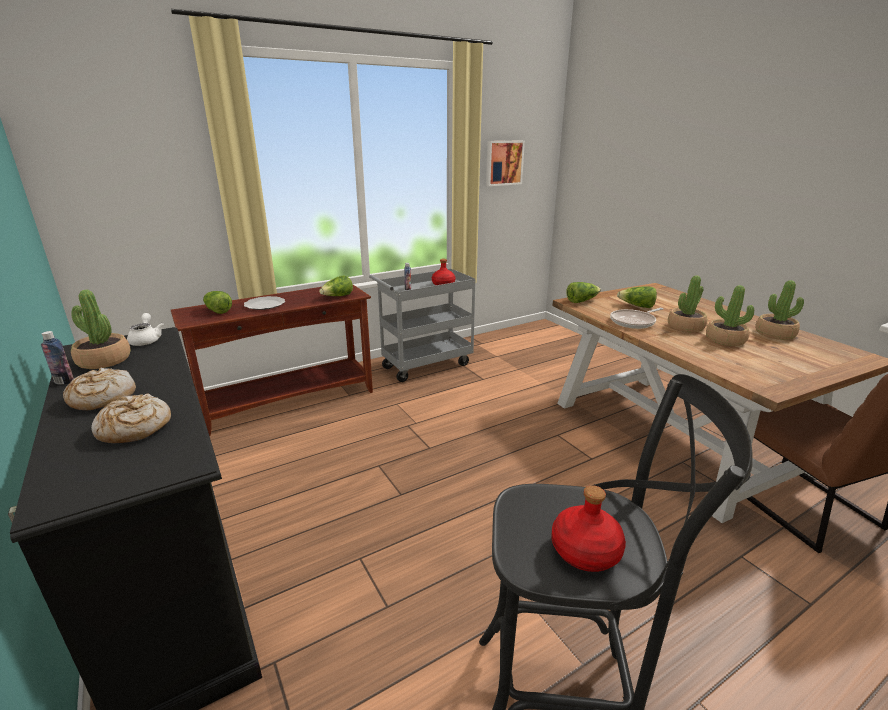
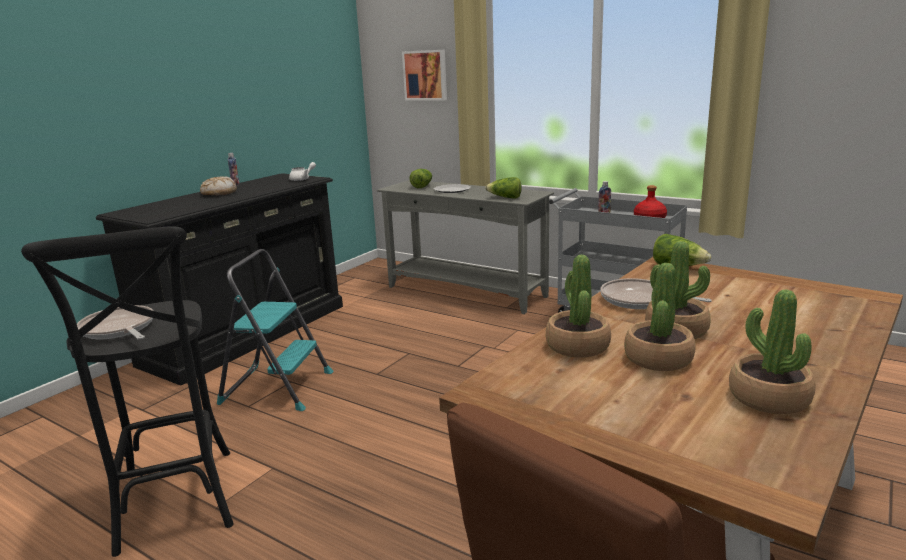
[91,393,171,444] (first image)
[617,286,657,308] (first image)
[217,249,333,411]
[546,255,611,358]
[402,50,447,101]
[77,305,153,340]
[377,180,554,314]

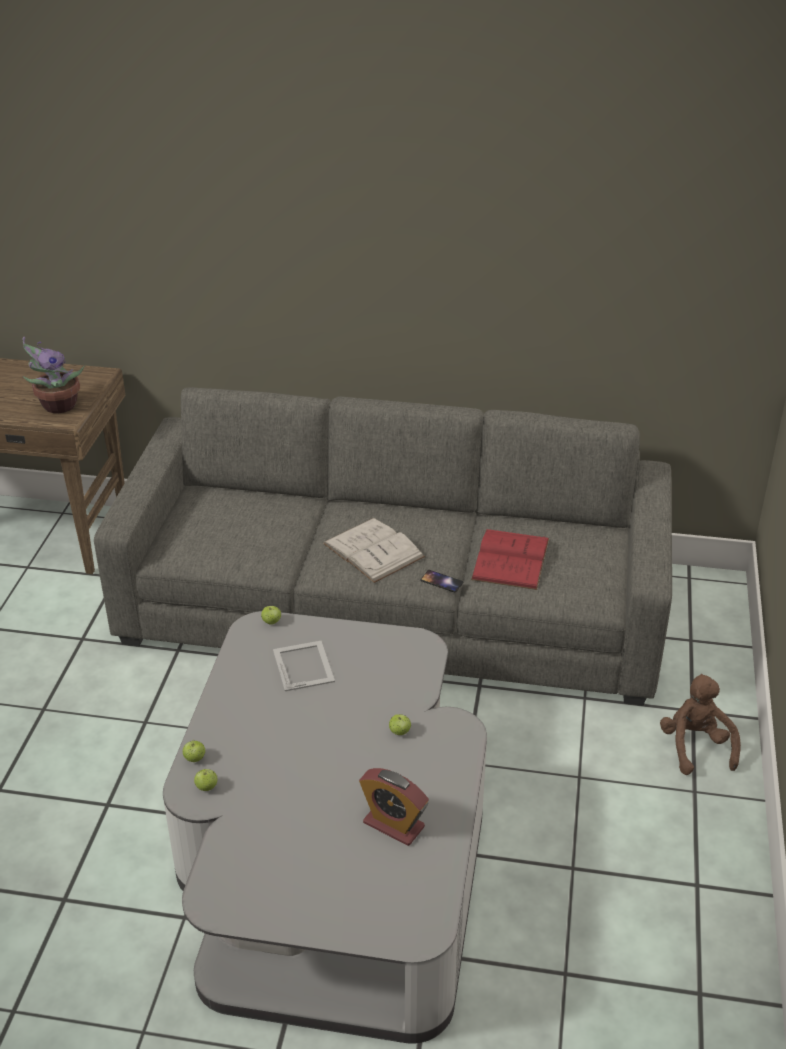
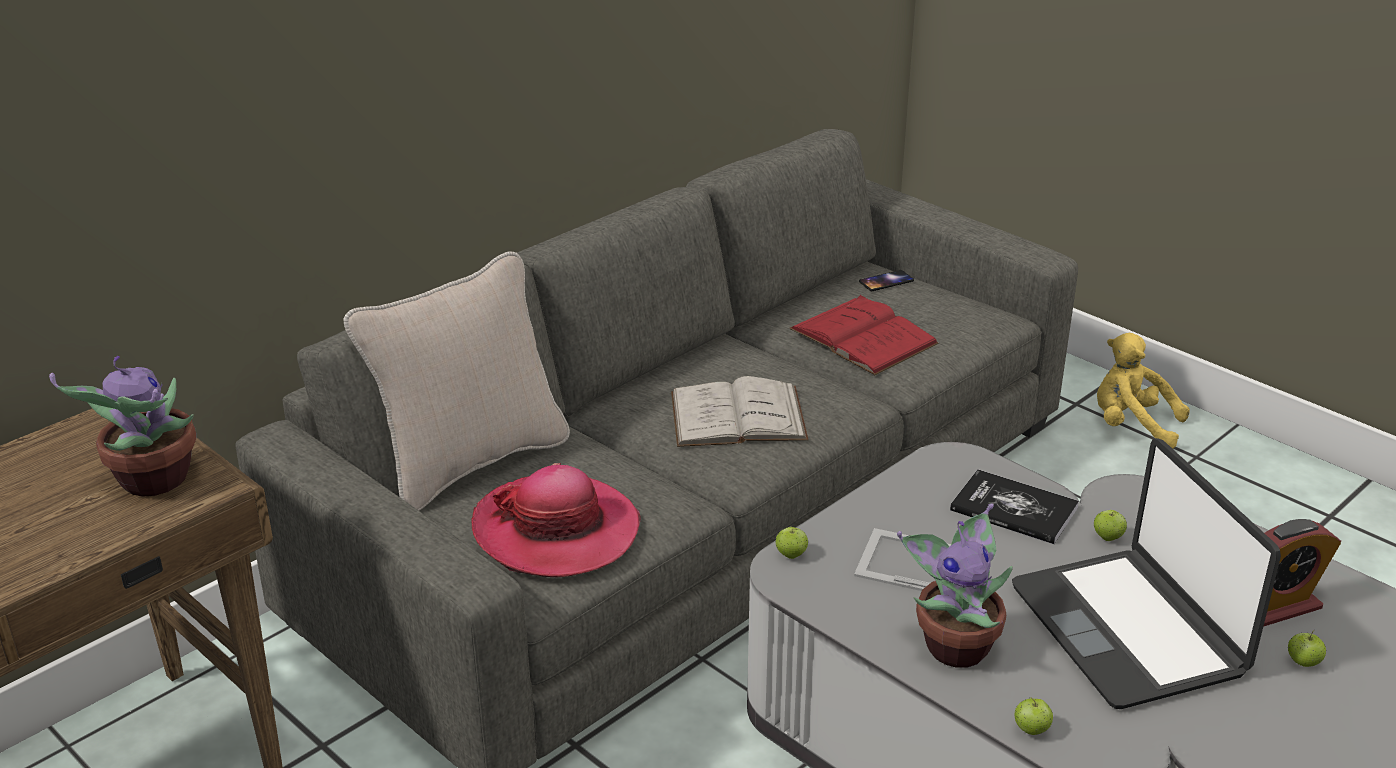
[343,252,570,511]
[471,463,641,577]
[897,503,1013,668]
[950,469,1079,544]
[1012,438,1281,709]
[1288,630,1326,667]
[859,270,914,291]
[1097,333,1190,449]

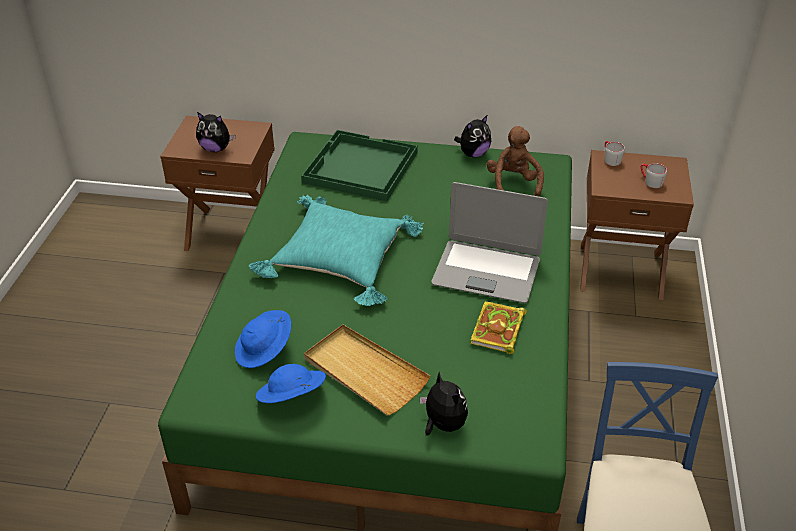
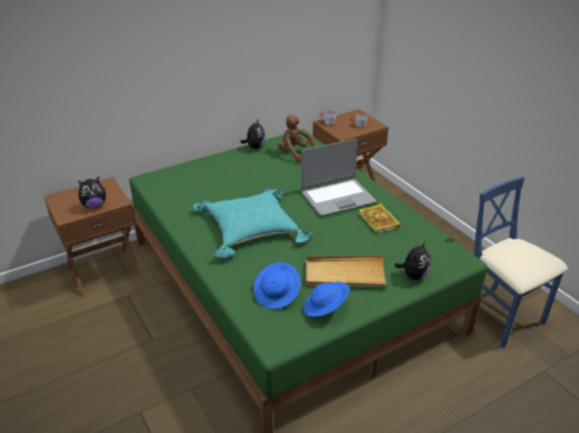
[301,130,418,201] (first image)
[395,241,431,280]

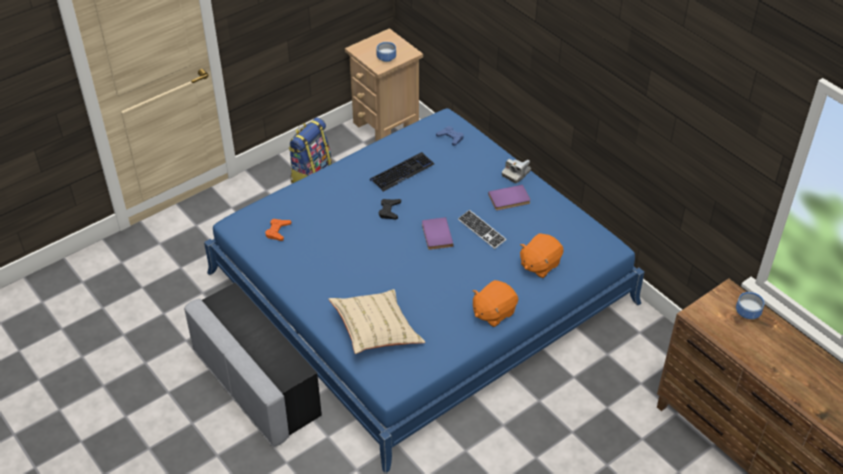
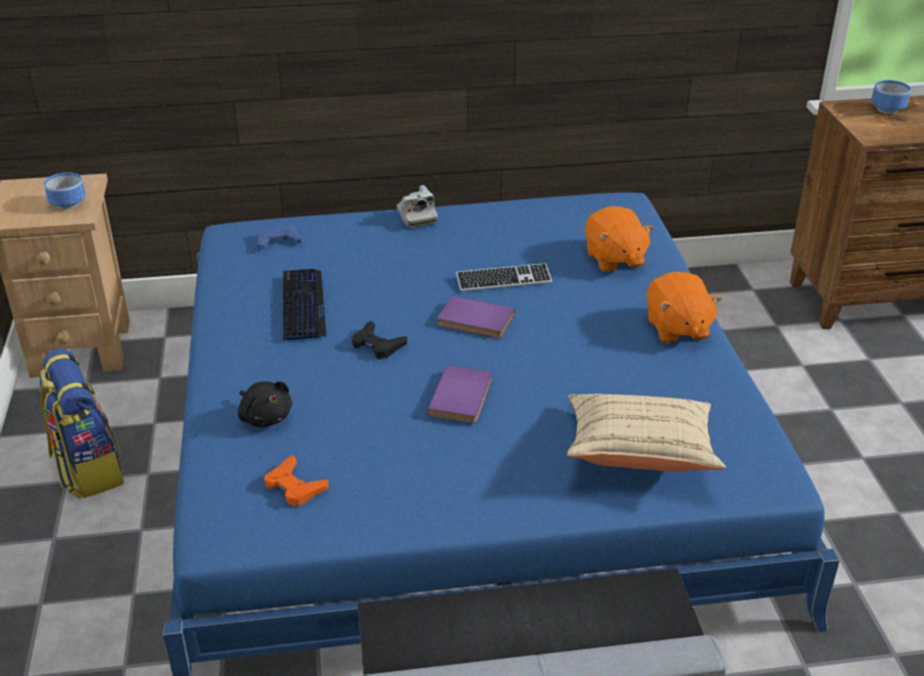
[238,381,292,427]
[427,365,492,423]

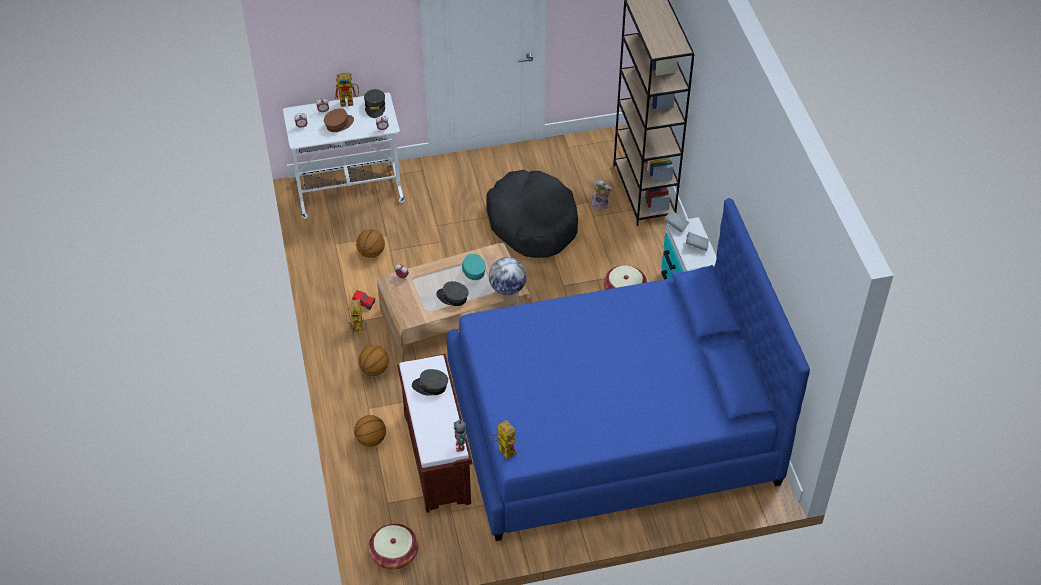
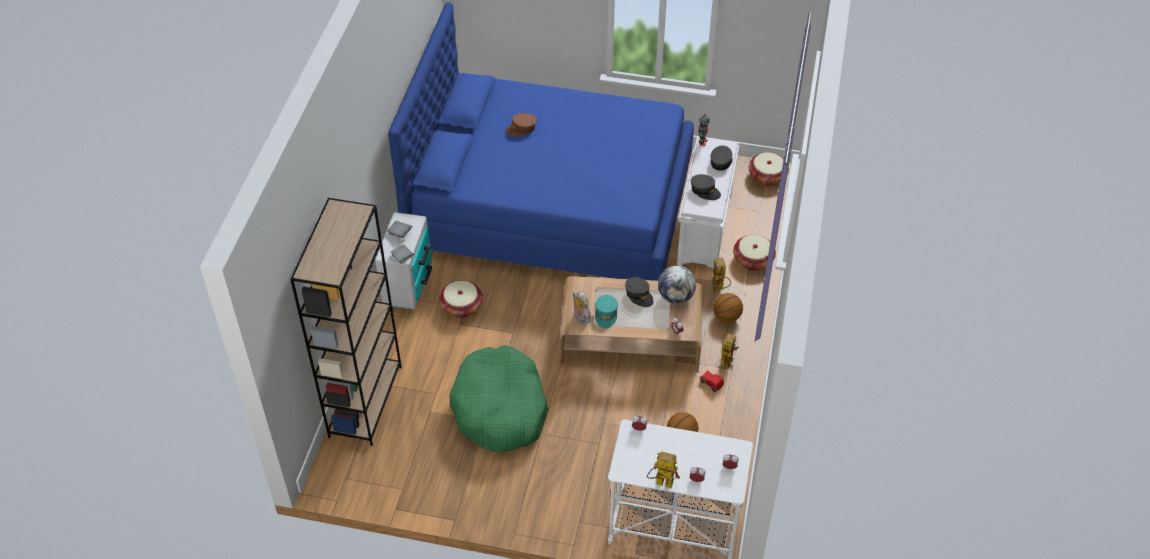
[505,113,537,136]
[711,145,733,171]
[658,266,696,304]
[711,258,731,291]
[573,291,593,325]
[733,235,776,271]
[677,136,739,268]
[450,345,548,453]

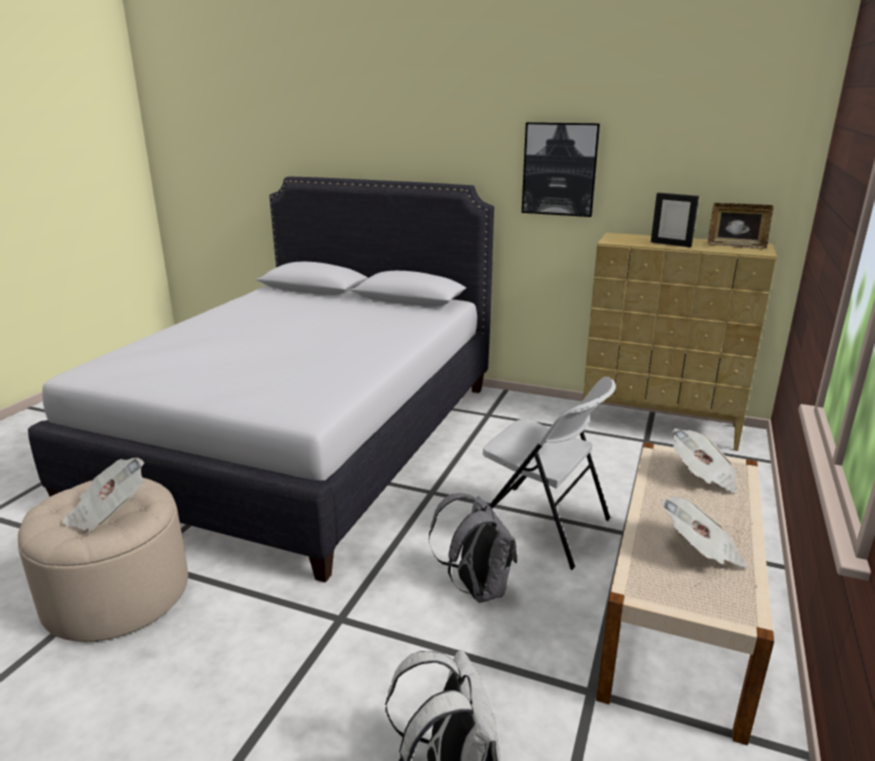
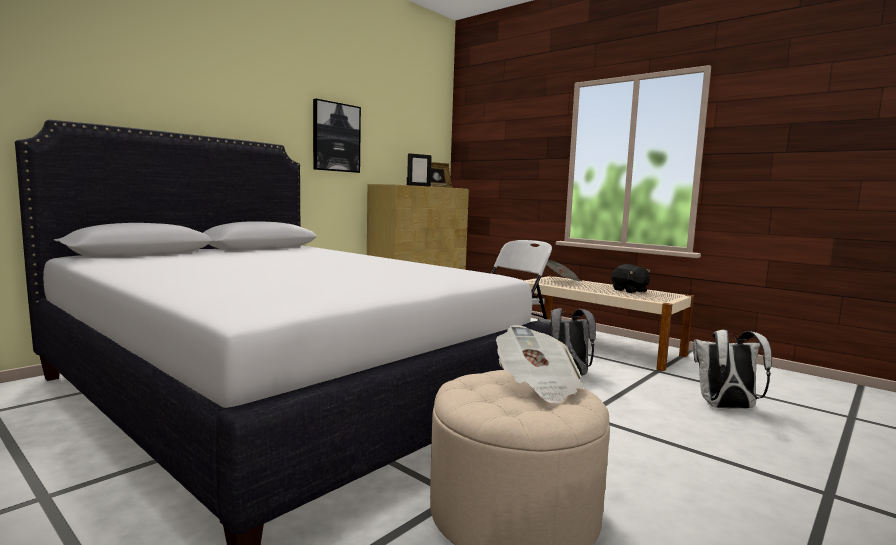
[611,264,650,294]

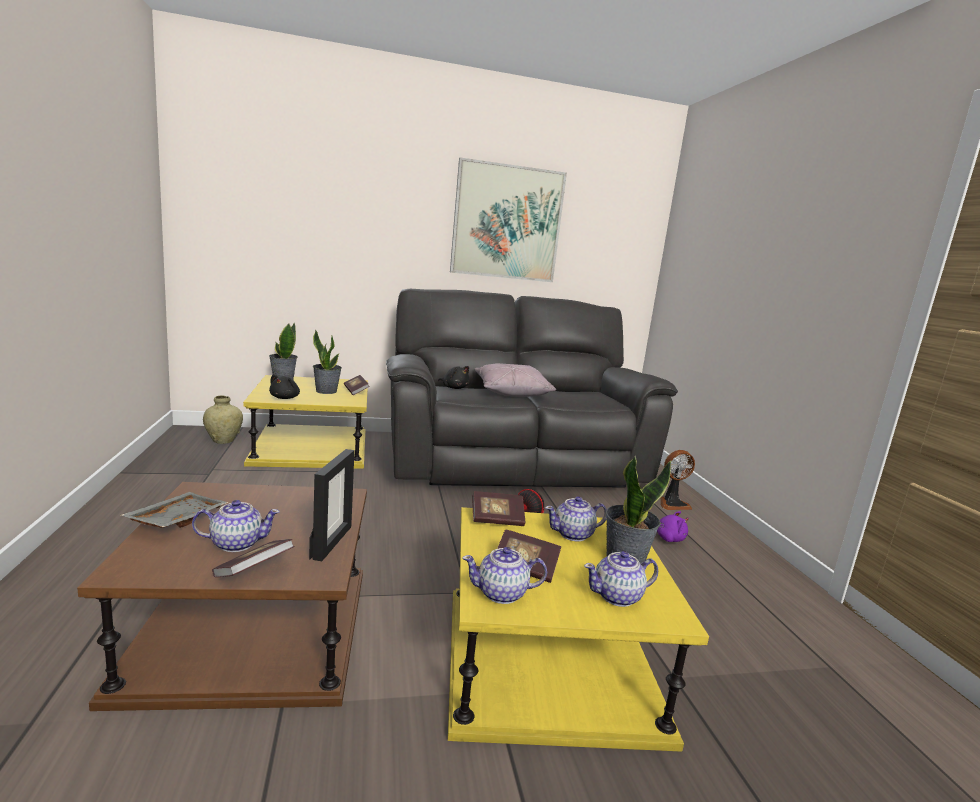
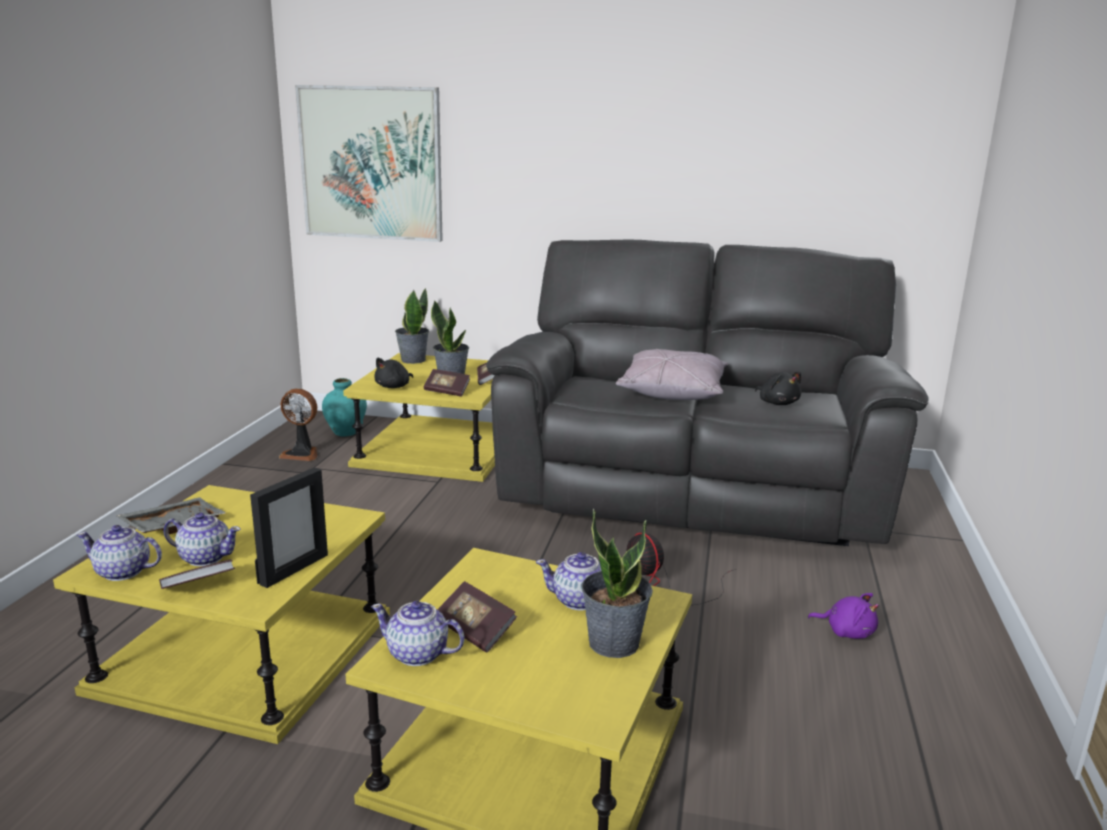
[755,372,802,405]
[295,85,443,242]
[424,369,470,397]
[77,525,162,581]
[279,388,317,461]
[53,485,390,744]
[322,378,367,437]

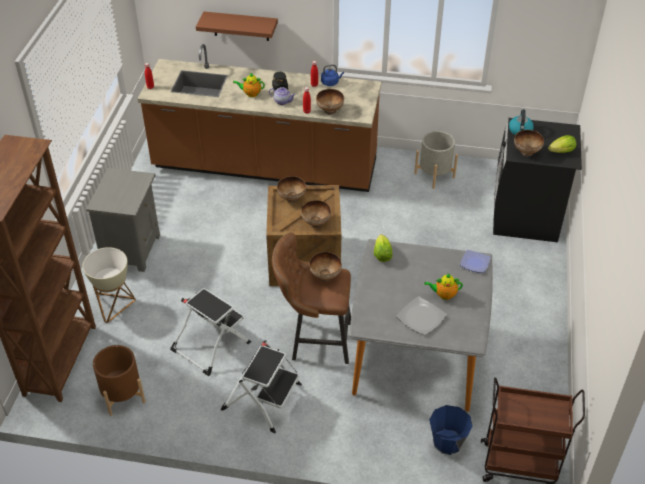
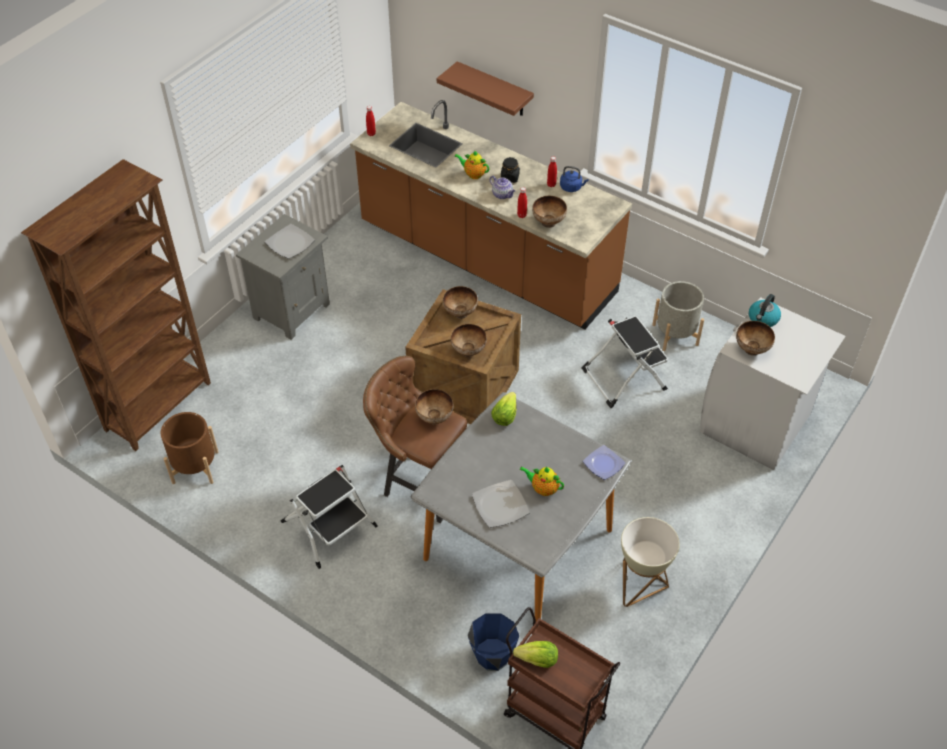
[265,224,315,259]
[621,517,680,607]
[581,316,668,408]
[513,641,558,668]
[700,297,846,470]

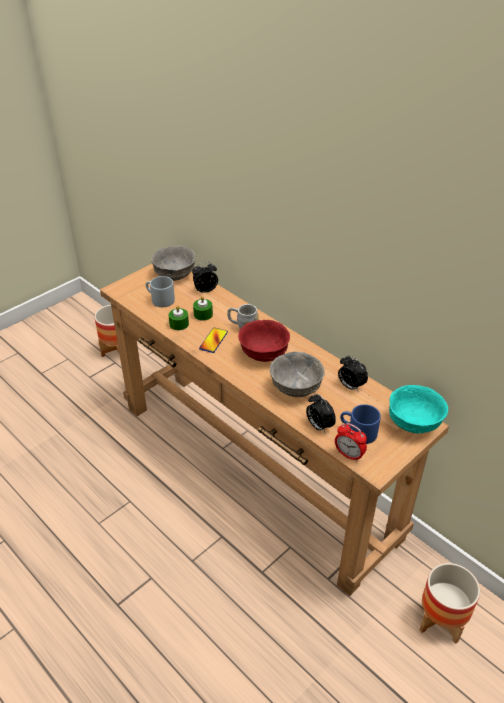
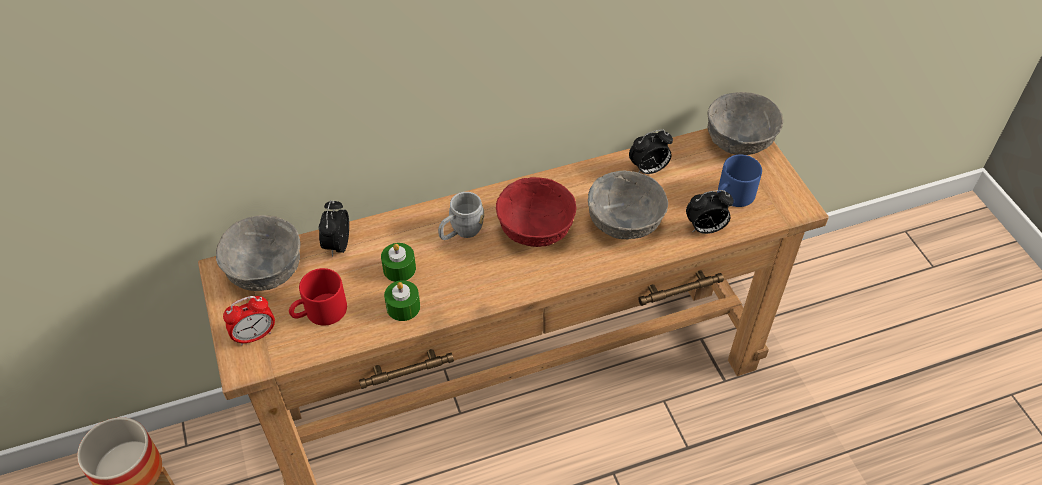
[199,328,228,353] (first image)
[420,563,480,644] (first image)
[223,296,275,346]
[289,268,347,325]
[707,92,783,155]

